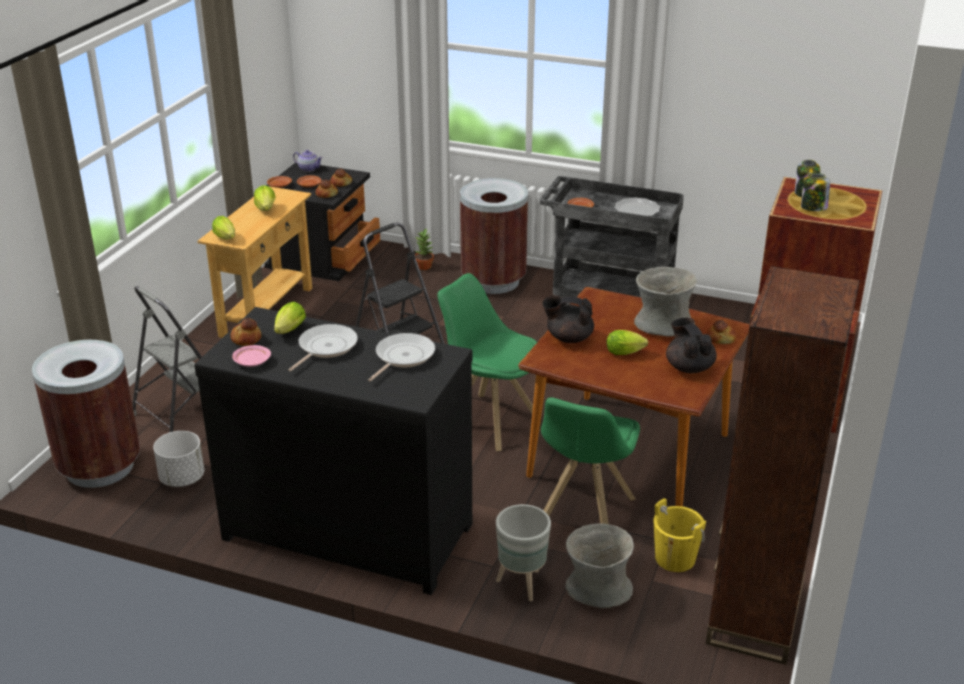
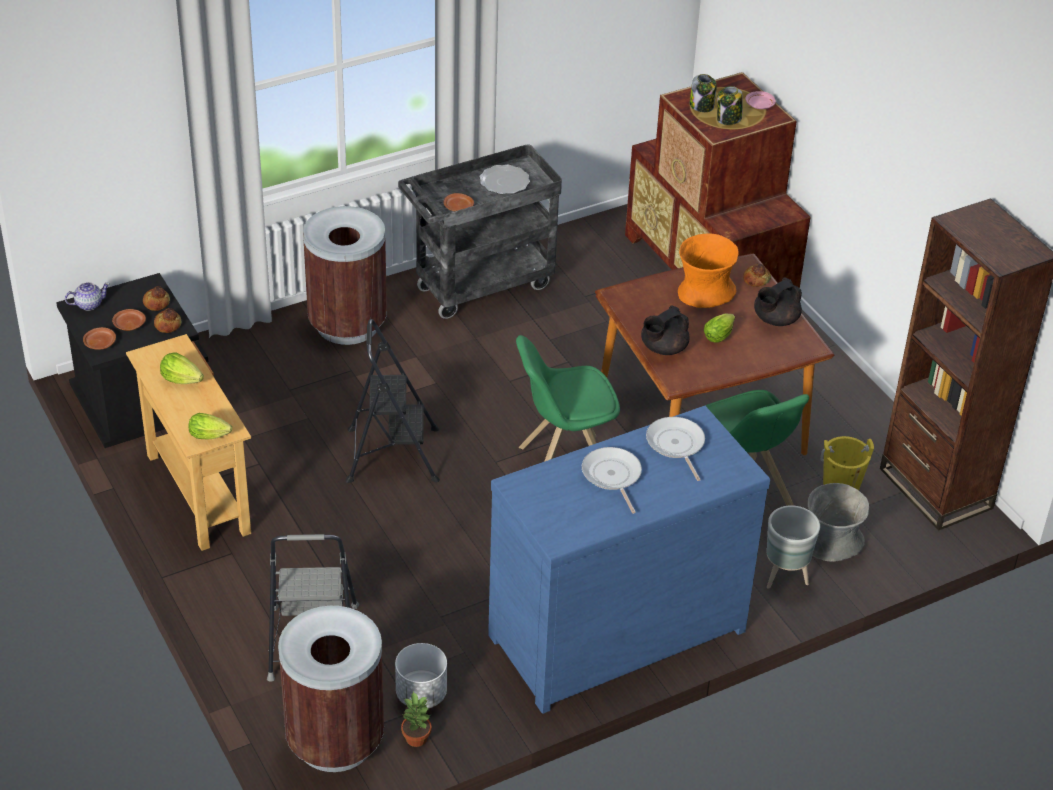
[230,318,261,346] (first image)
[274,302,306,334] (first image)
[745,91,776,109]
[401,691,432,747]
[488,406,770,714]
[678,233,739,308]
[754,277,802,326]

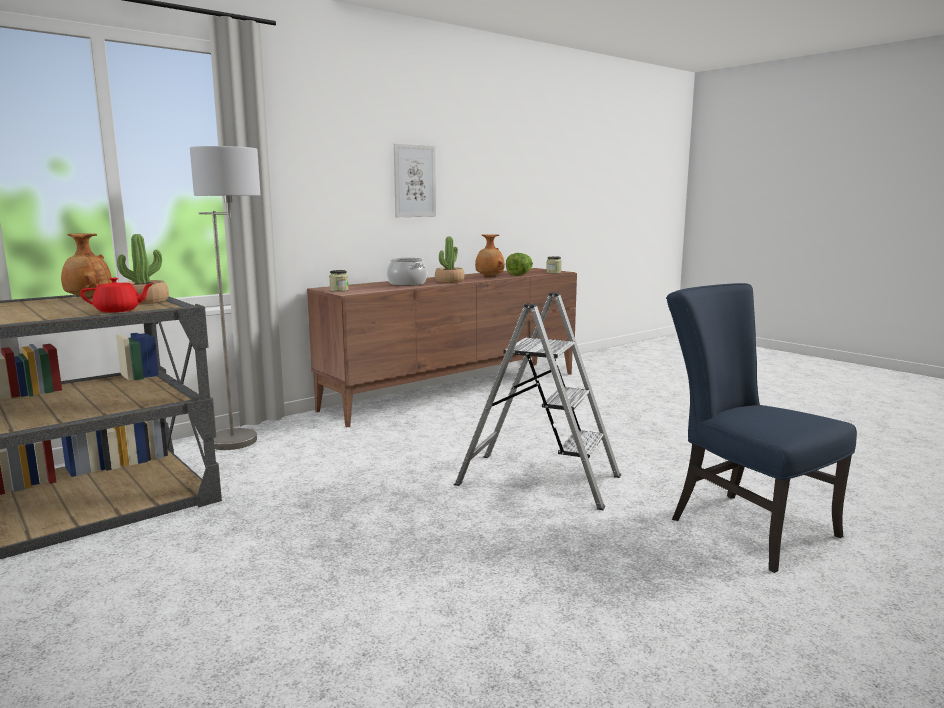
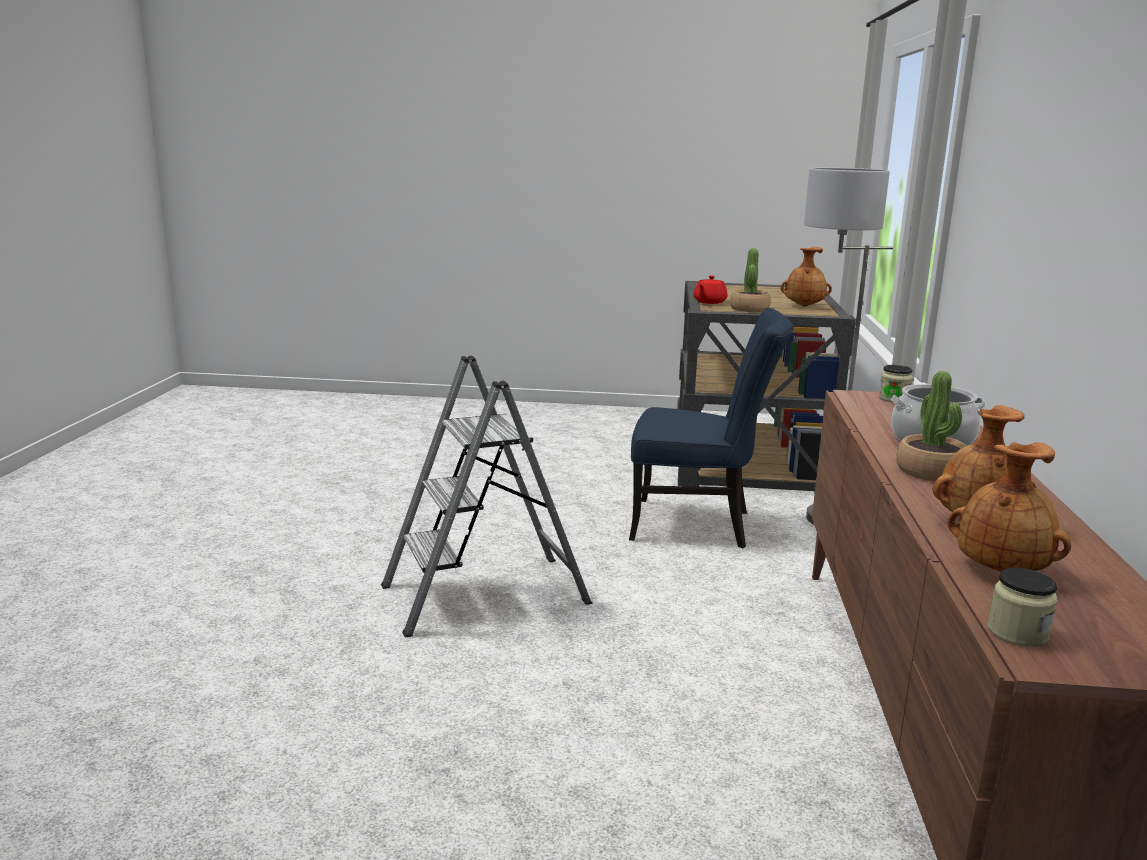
[394,144,436,217] (first image)
[629,308,794,548]
[948,442,1071,572]

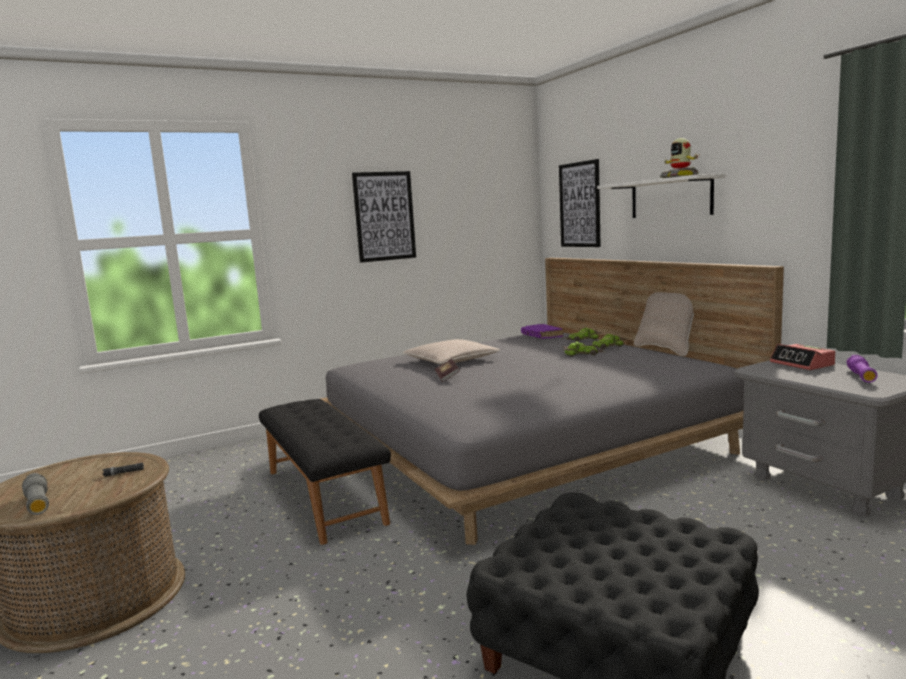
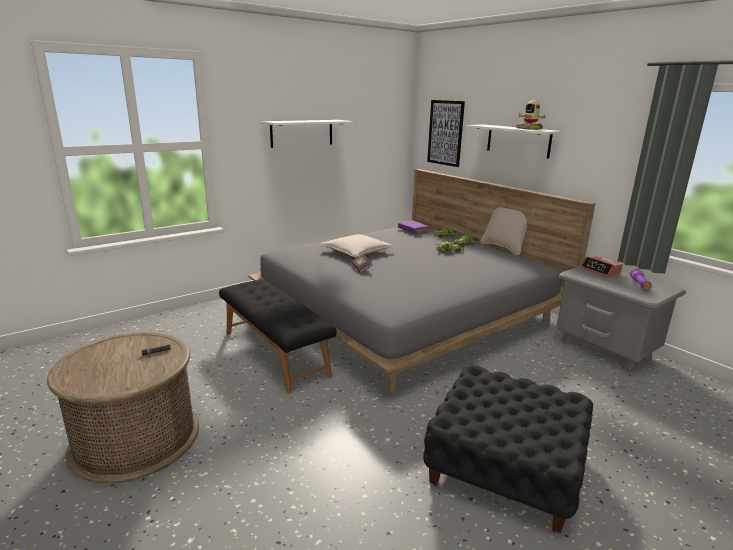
[22,473,49,515] (first image)
[261,120,353,148]

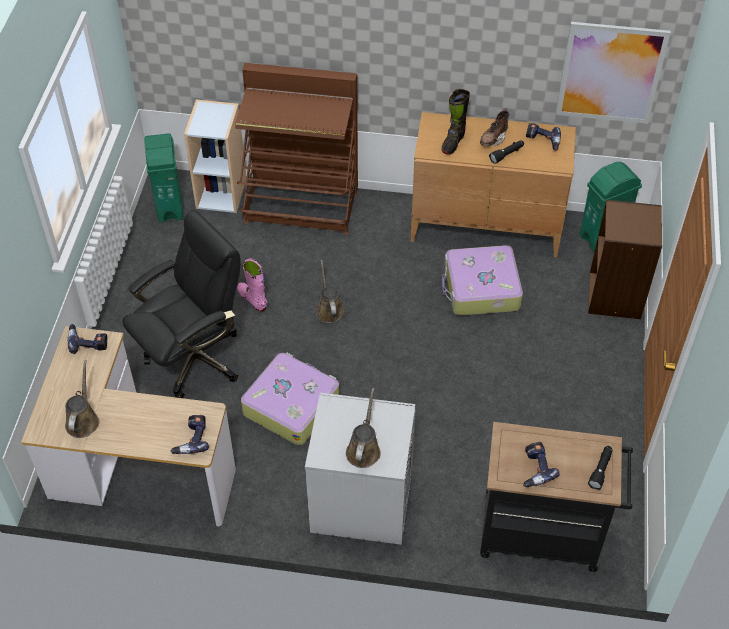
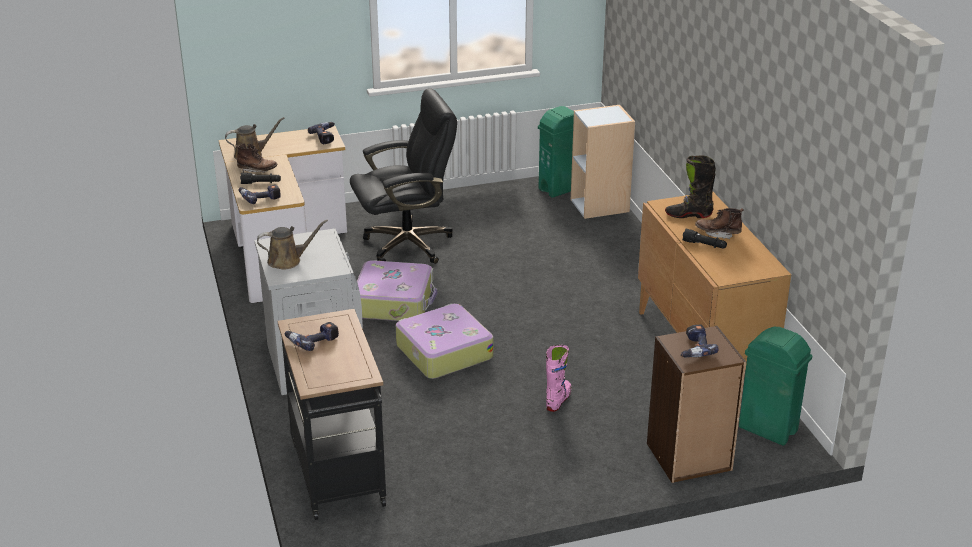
[235,63,358,235] (first image)
[316,260,344,323] (first image)
[556,22,670,124] (first image)
[236,143,278,173]
[546,345,571,412]
[396,304,493,379]
[681,325,719,357]
[240,173,281,184]
[350,88,457,264]

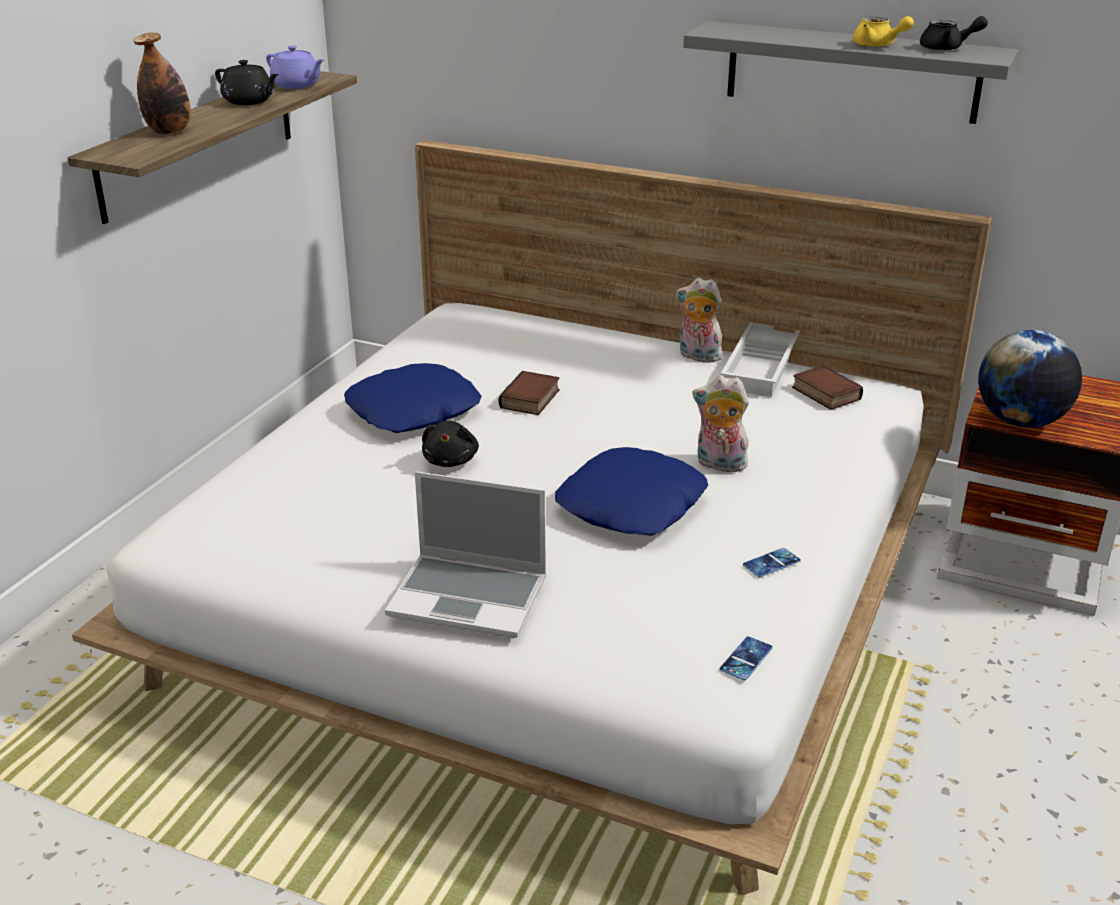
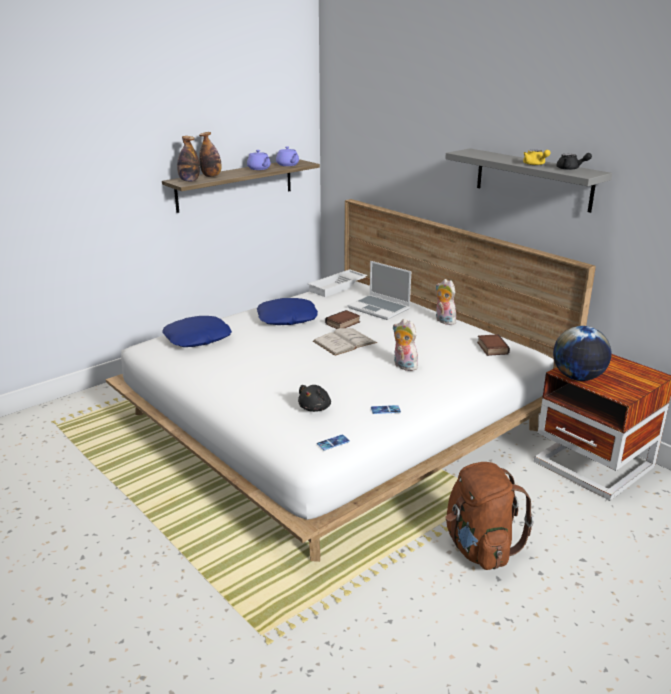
[177,136,200,182]
[313,328,377,356]
[446,462,534,570]
[347,261,411,320]
[298,385,331,412]
[162,316,232,347]
[308,269,367,297]
[247,150,271,170]

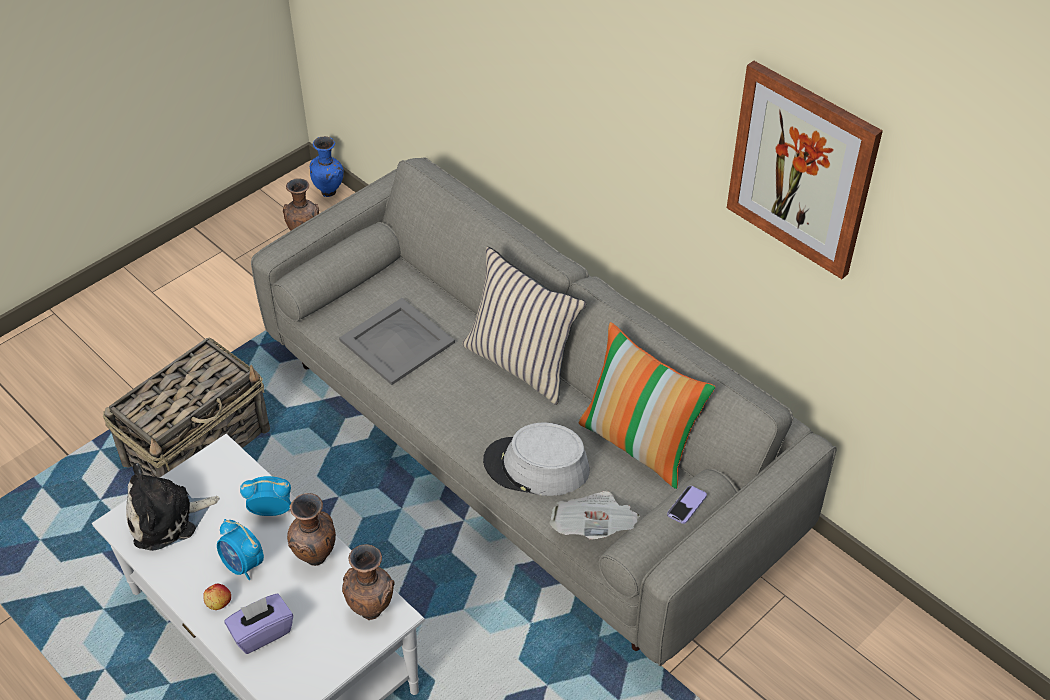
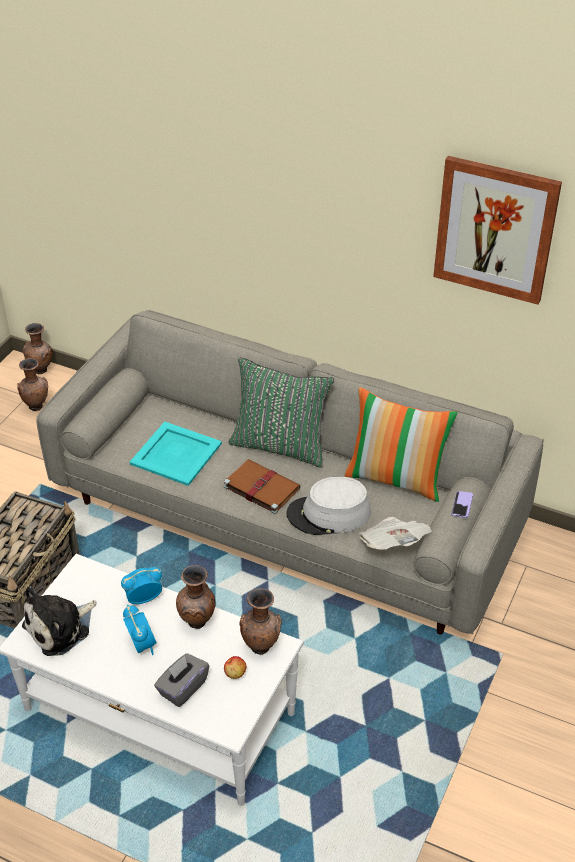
[224,459,300,514]
[224,656,246,679]
[154,653,209,707]
[23,323,53,375]
[130,421,222,486]
[228,358,335,468]
[123,605,157,655]

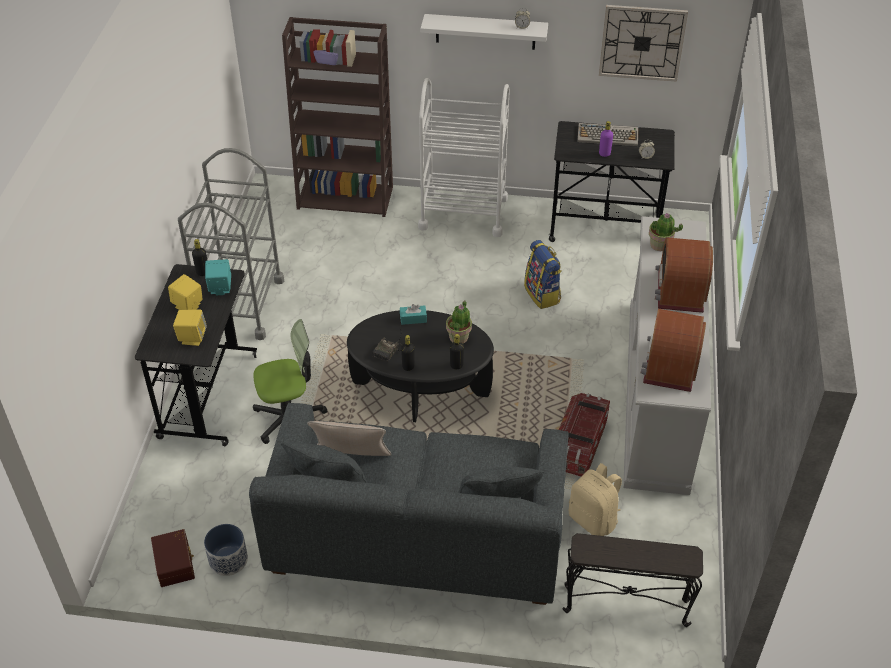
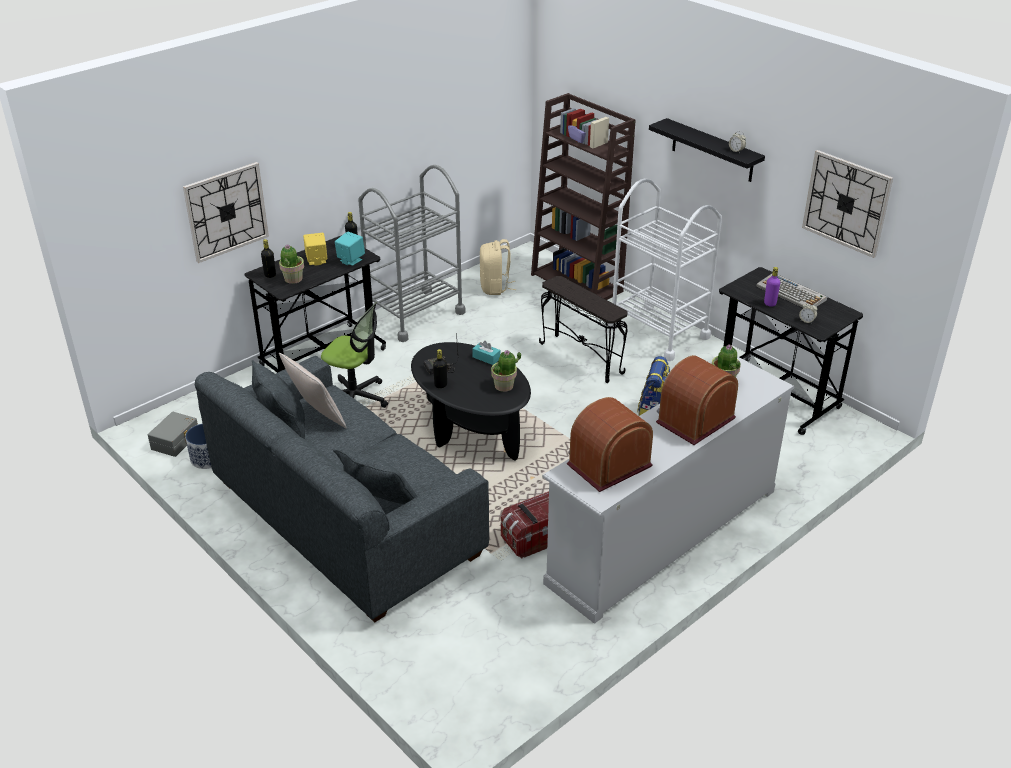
[183,162,269,263]
[261,239,276,278]
[539,276,627,383]
[480,239,516,295]
[279,244,304,284]
[148,412,198,457]
[649,118,765,182]

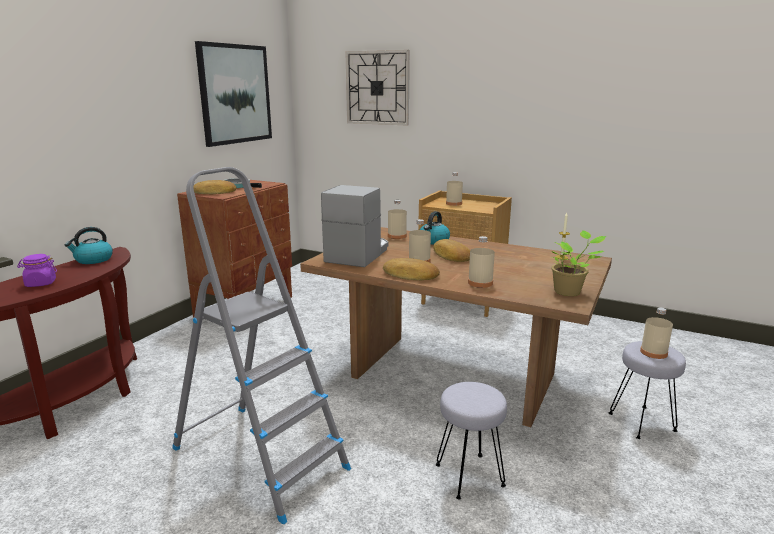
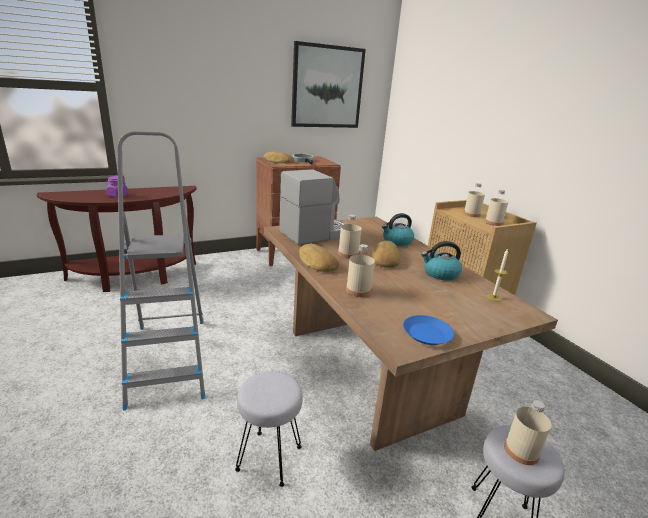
[345,50,410,126] (first image)
[421,241,462,280]
[485,190,508,226]
[403,315,454,345]

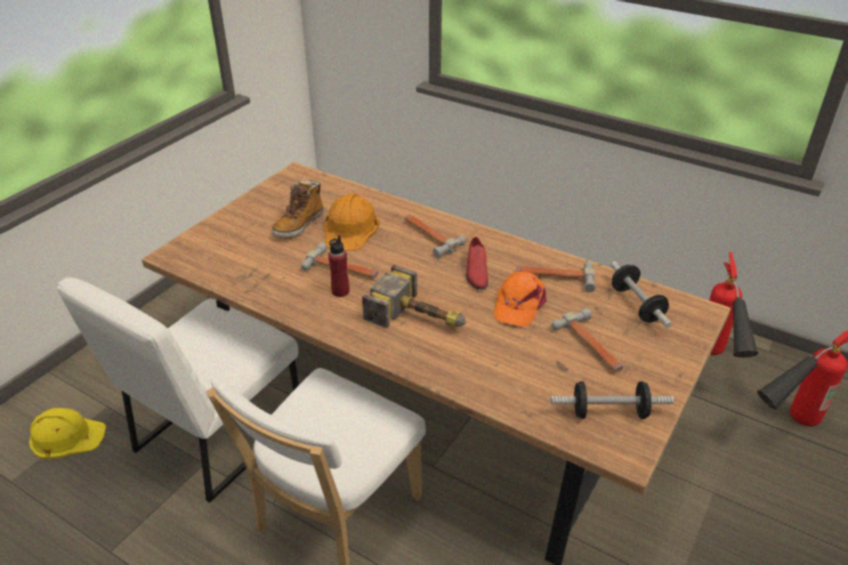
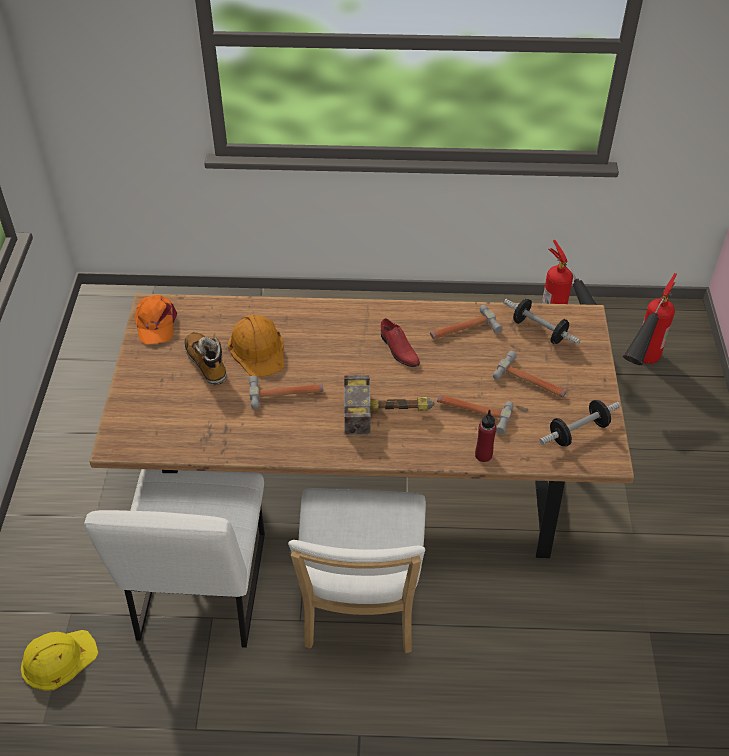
[475,410,497,462]
[437,394,513,435]
[135,295,177,344]
[184,332,227,385]

